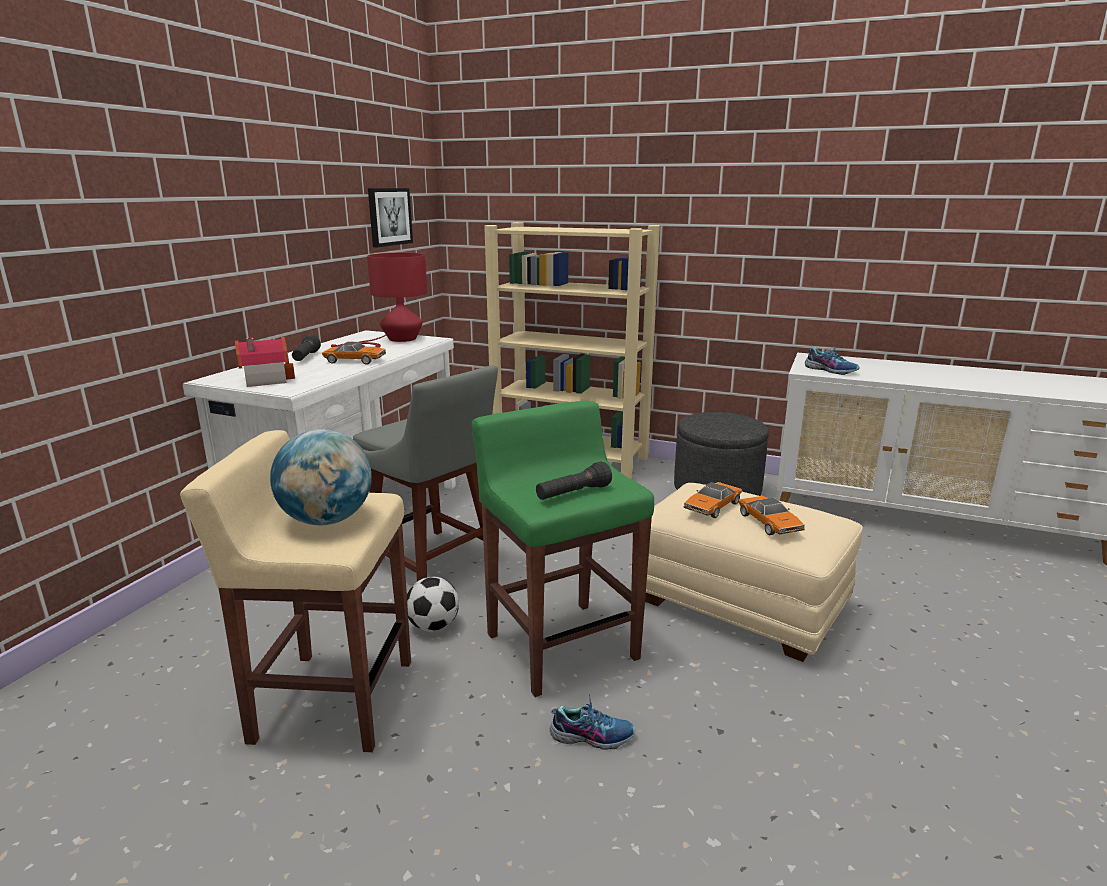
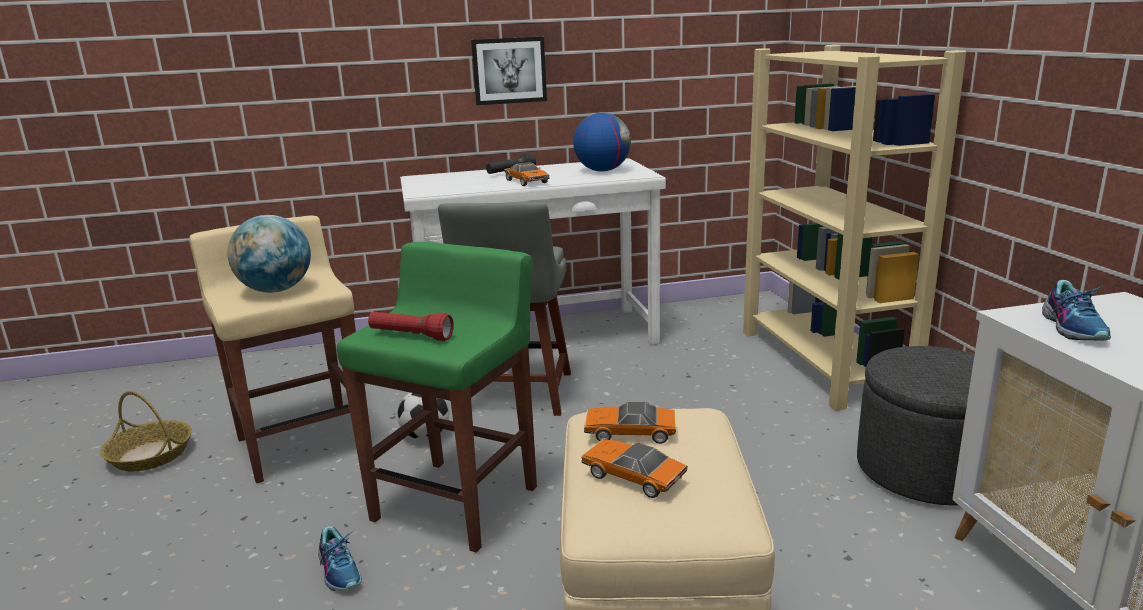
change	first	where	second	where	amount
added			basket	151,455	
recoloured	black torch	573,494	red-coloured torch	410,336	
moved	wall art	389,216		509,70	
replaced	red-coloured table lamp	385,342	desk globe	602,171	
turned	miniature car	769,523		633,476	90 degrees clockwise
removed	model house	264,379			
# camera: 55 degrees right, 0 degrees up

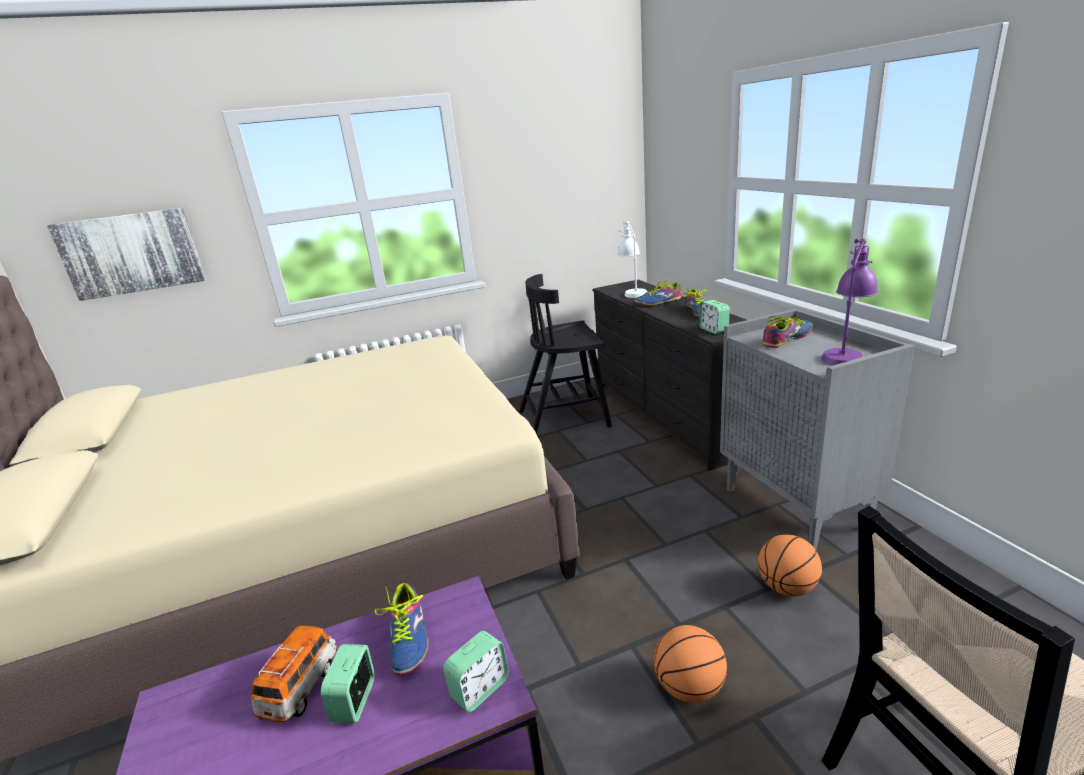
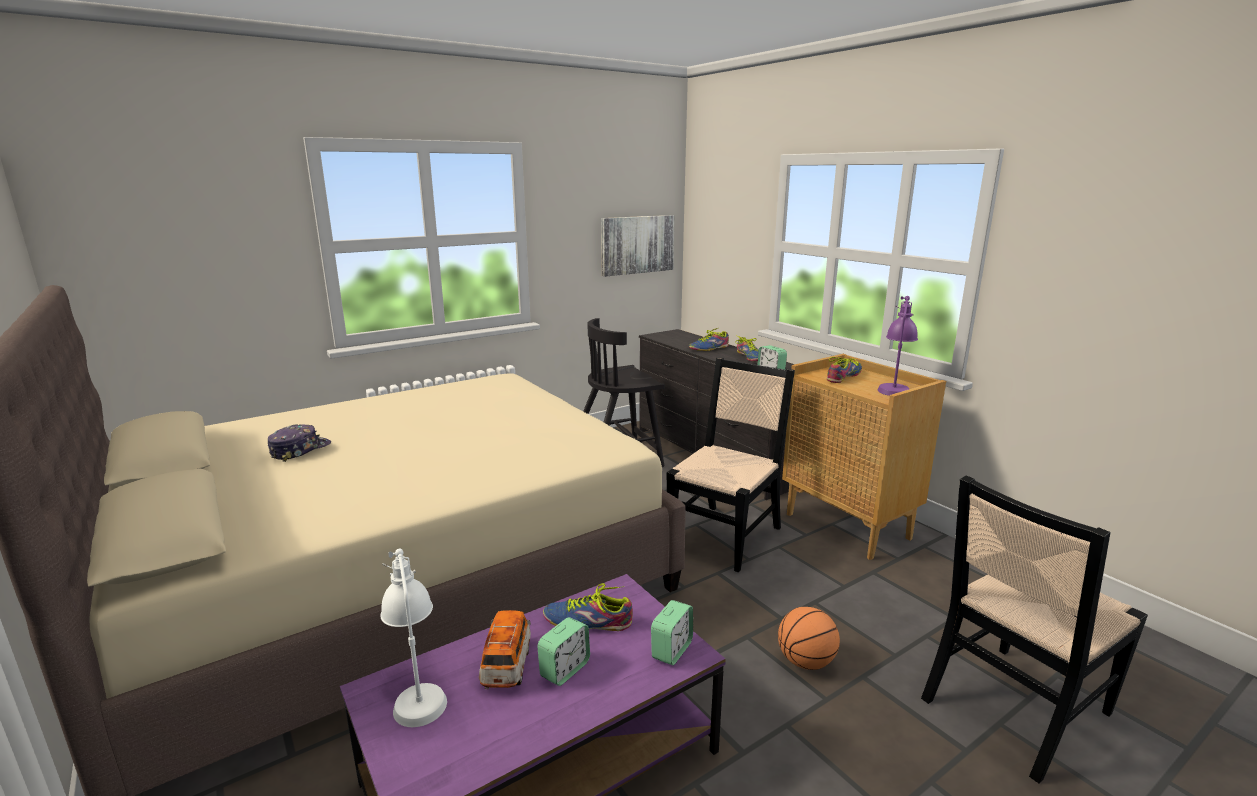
change	first	where	second	where	amount
added			cap	300,450	
moved	whitish table lamp	632,292		416,691	
turned	alarm clock	355,701		565,669	135 degrees counterclockwise
turned	item of footwear	409,638		588,622	120 degrees clockwise
moved	wall art	132,253		637,244	
added			plain chair	725,537	
recoloured	greyish storage cabinet	795,508	brown storage cabinet	848,526	
removed	ball for basketball	787,587			
# camera: 15 degrees left, 5 degrees down

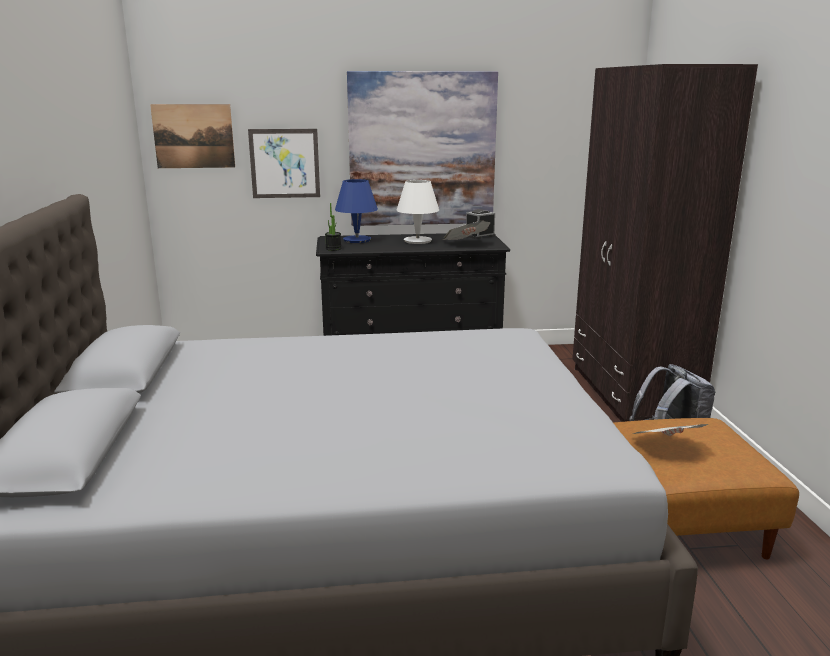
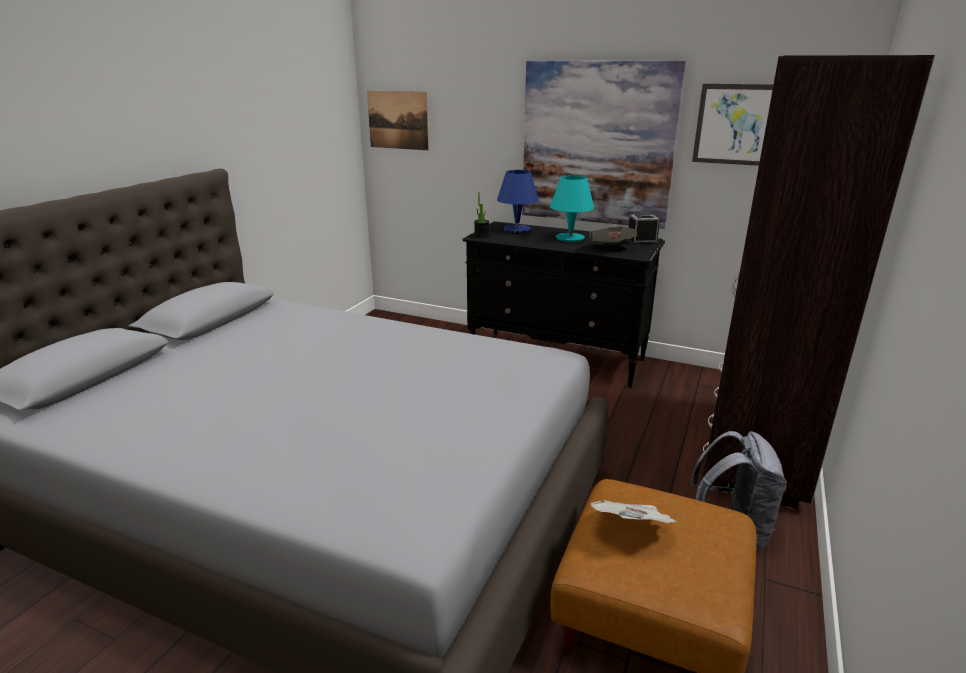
change	first	where	second	where	amount
recoloured	whitish table lamp	417,241	blue-green table lamp	569,238	
moved	wall art	284,163		736,124	
# camera: 30 degrees right, 5 degrees up

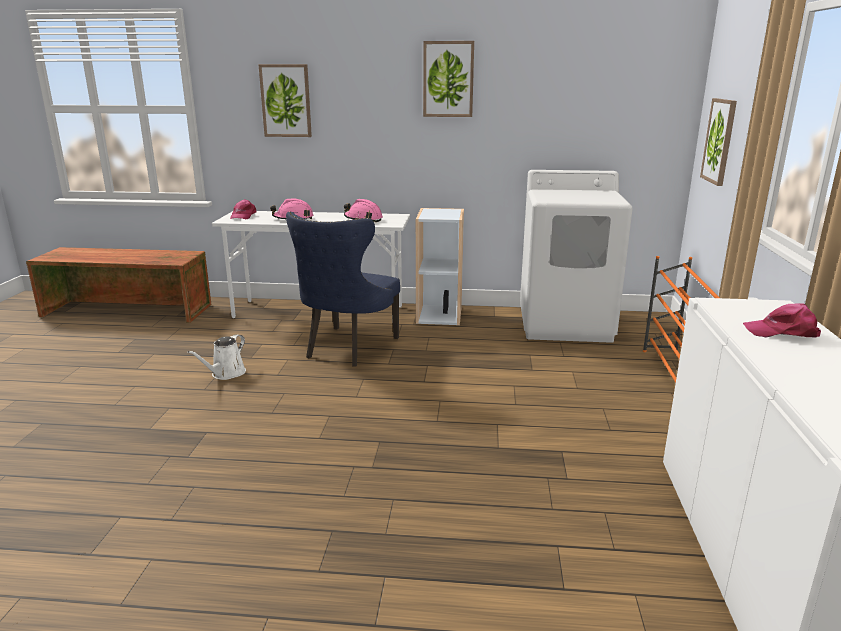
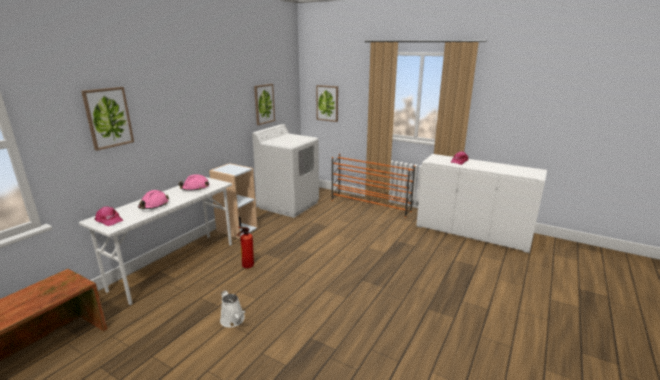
change	first	where	second	where	amount
replaced	bluish plain chair	347,348	extinguisher	246,267	
moved	wall art	448,79		264,104	
# camera: 65 degrees left, 0 degrees up

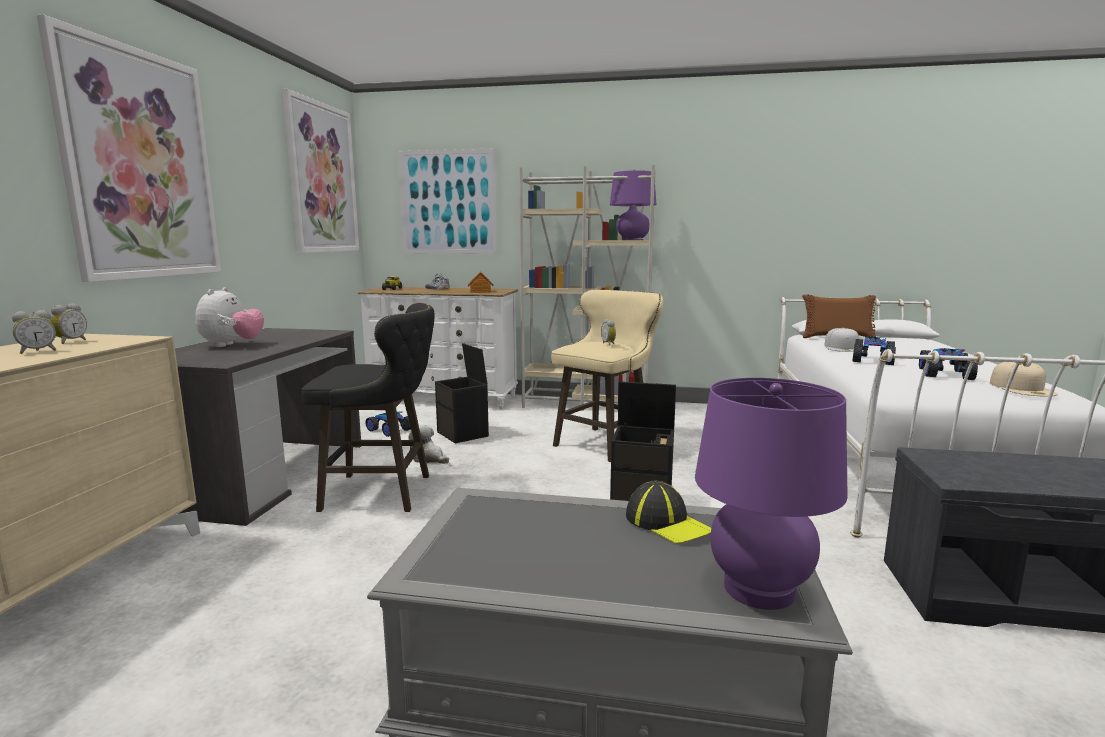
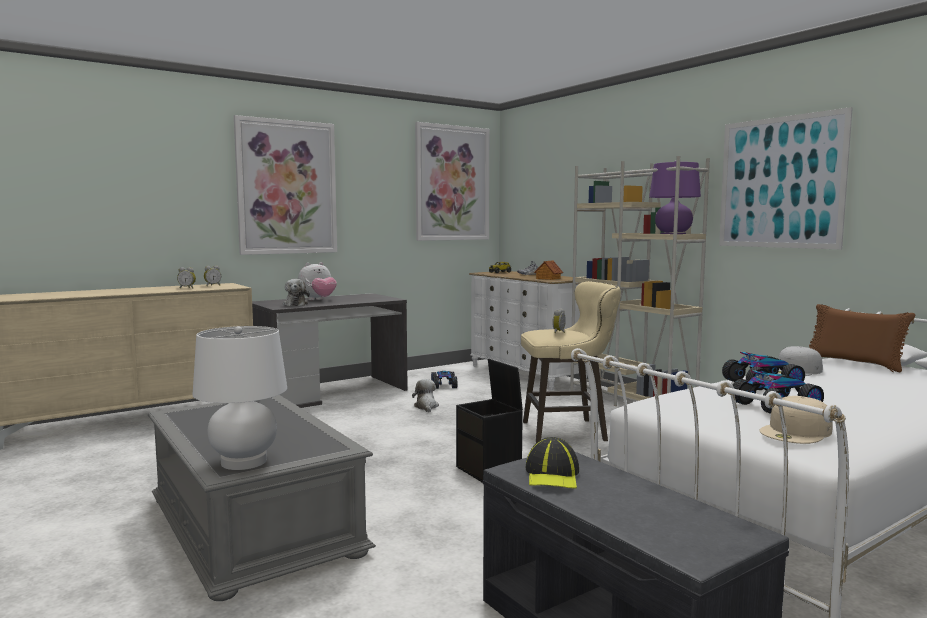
change	first	where	second	where	amount
recoloured	purple-coloured table lamp	759,589	whitish table lamp	244,462	
added			plush toy	295,304	
moved	cap	667,523		552,475	
moved	wall art	448,202		780,182	
removed	black stool	383,492			
removed	black storage bin	463,434			
# camera: 45 degrees right, 5 degrees down

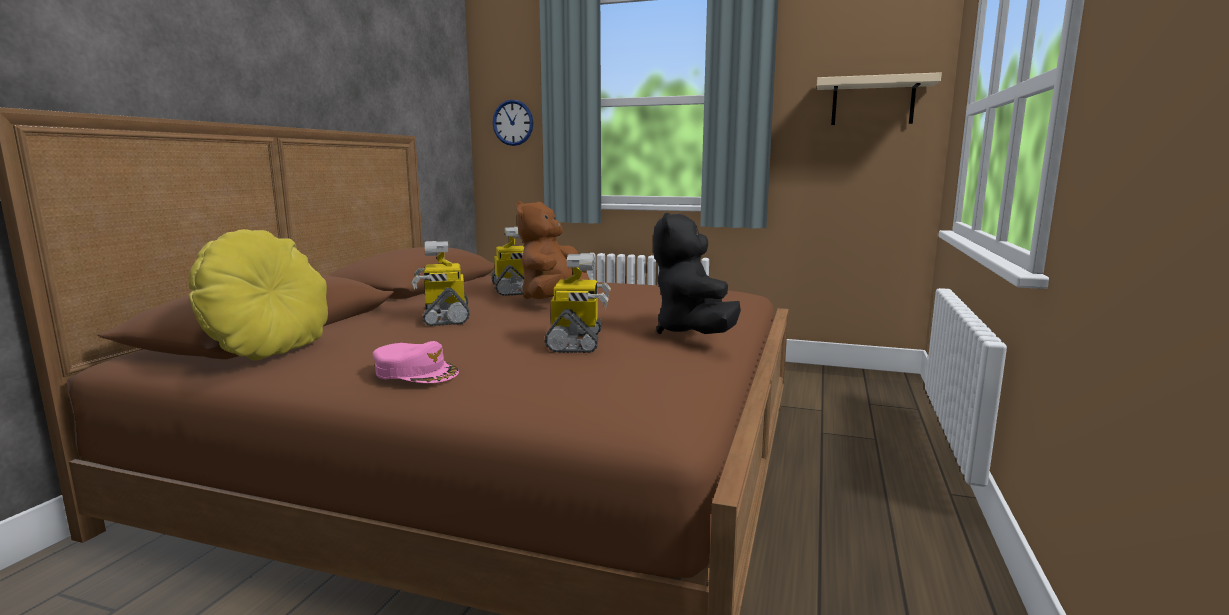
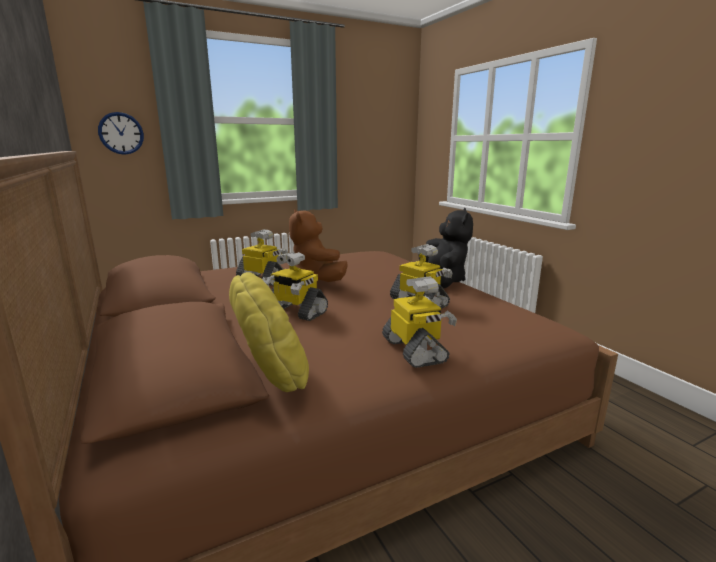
change	first	where	second	where	amount
replaced	pink-coloured cap	416,372	toy robot	415,350	
turned	black plush toy	694,333		442,281	135 degrees counterclockwise
removed	sand-coloured bracket shelf	872,102			
# camera: 45 degrees left, 5 degrees up

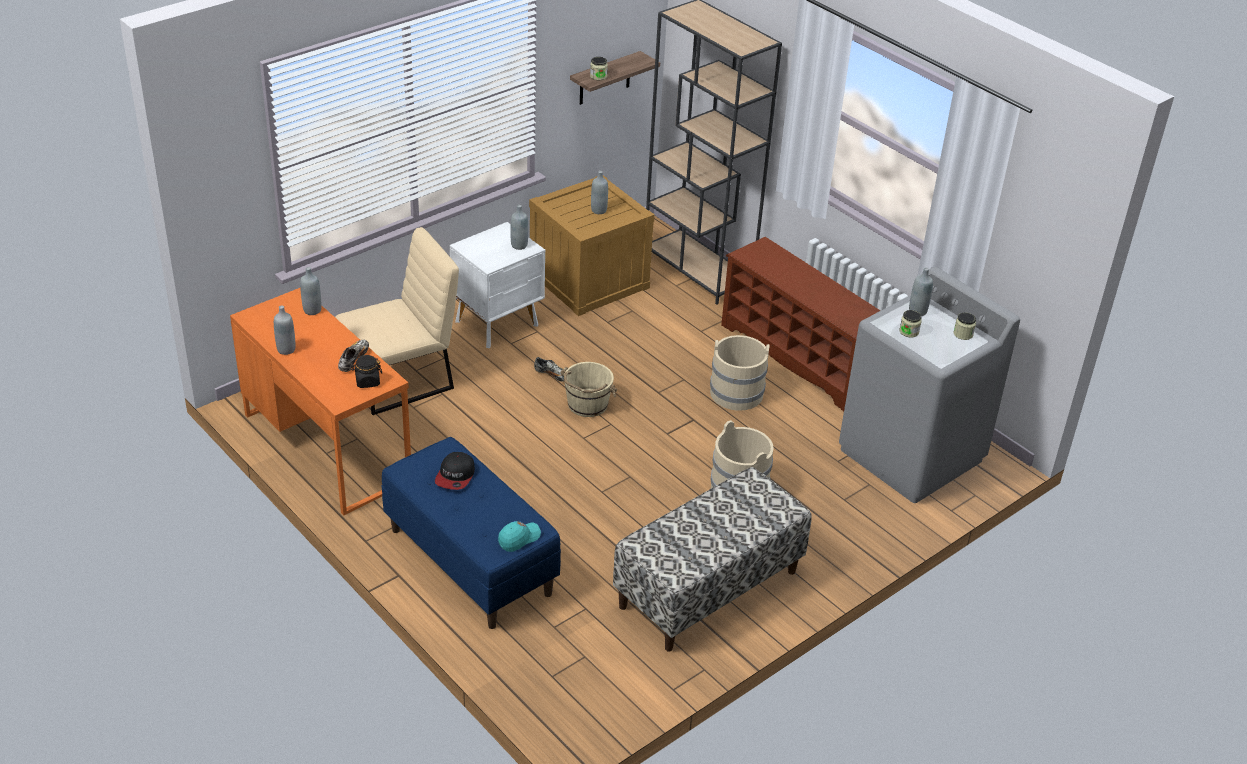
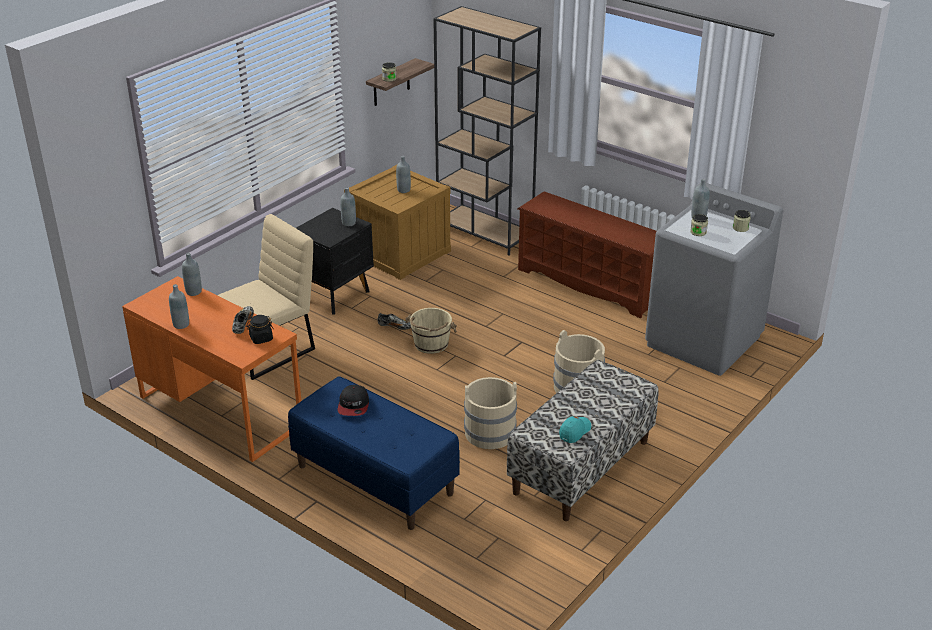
change	first	where	second	where	amount
recoloured	whitish nightstand	498,323	black nightstand	336,295	
moved	sand-coloured water bucket	737,393		490,432	
moved	blue-green cap	519,539		574,432	
# camera: 10 degrees left, 5 degrees down

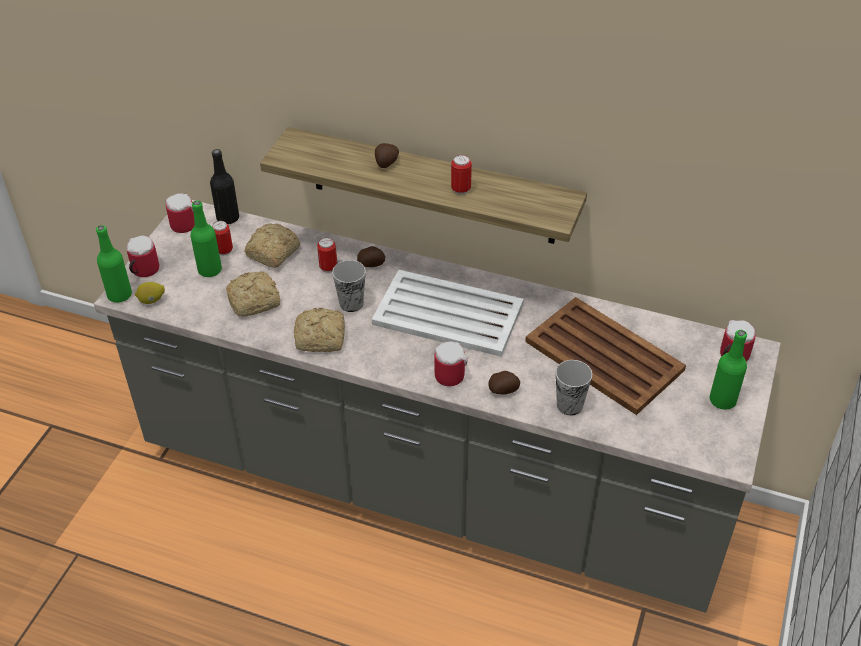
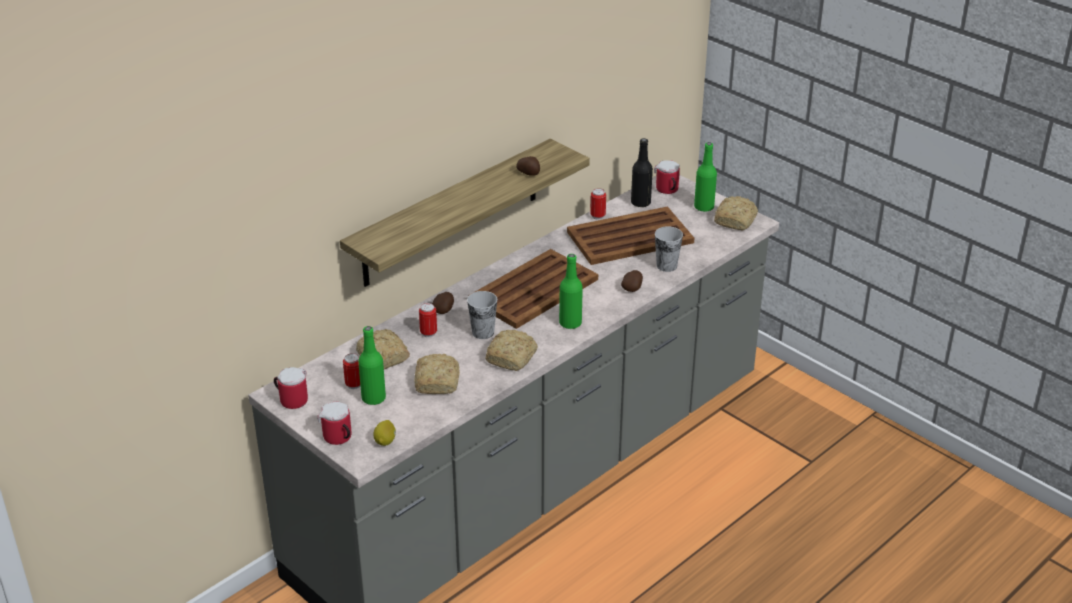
change	first	where	second	where	amount
recoloured	whitish carrying tray	449,315	brown carrying tray	535,289	
moved	whole potato	386,163		529,173	
moved	greenish drink bottle	119,295		570,323	
moved	metal can	461,189		597,216	
moved	black drink bottle	228,218		640,203	
added			baked bread	736,220	
removed	tea mug	451,373			
# camera: 65 degrees left, 10 degrees down

